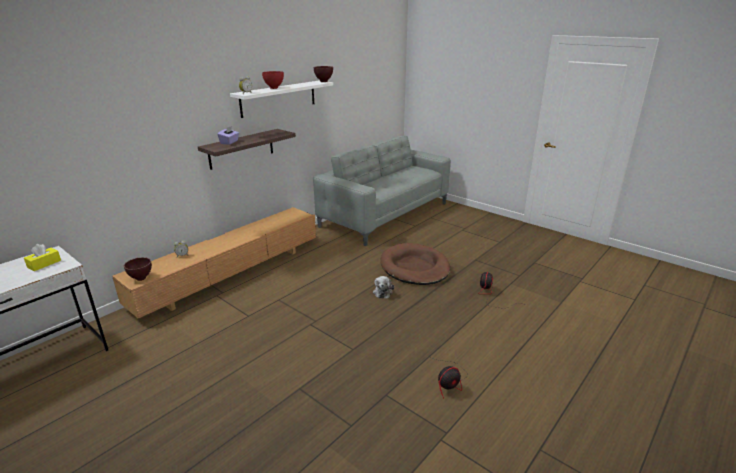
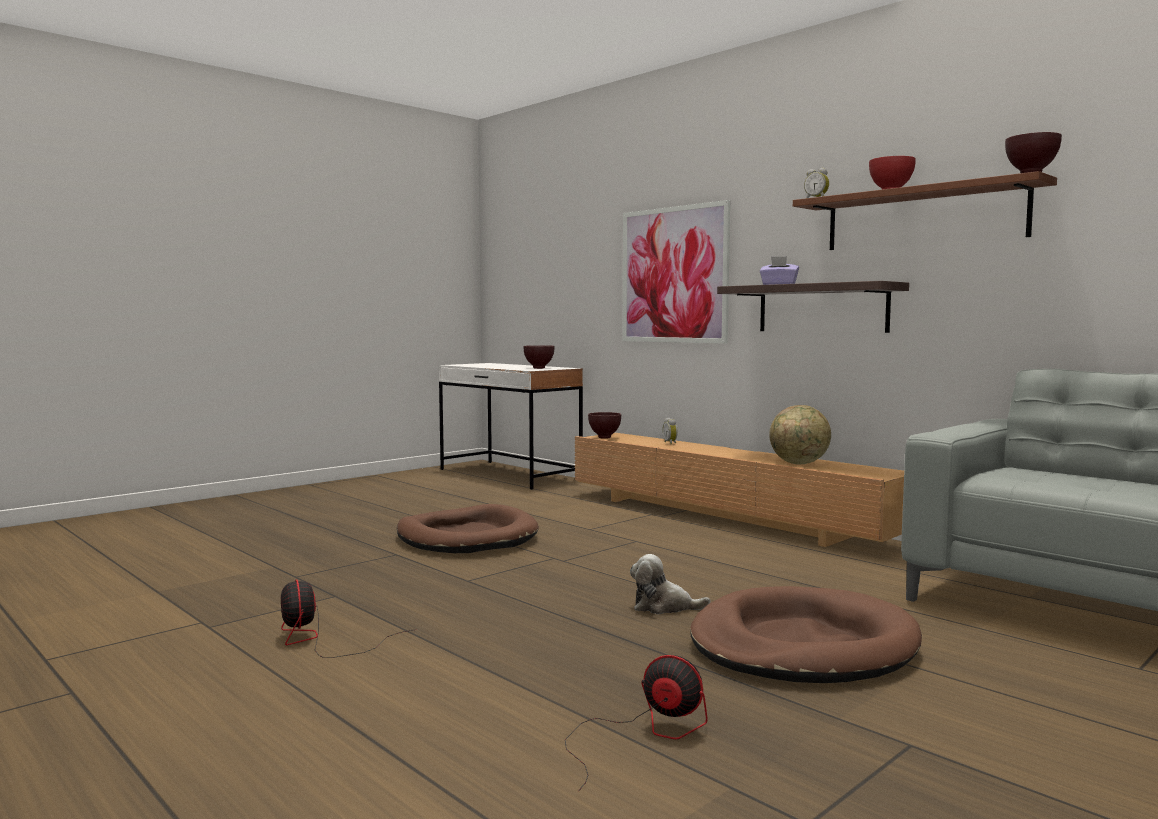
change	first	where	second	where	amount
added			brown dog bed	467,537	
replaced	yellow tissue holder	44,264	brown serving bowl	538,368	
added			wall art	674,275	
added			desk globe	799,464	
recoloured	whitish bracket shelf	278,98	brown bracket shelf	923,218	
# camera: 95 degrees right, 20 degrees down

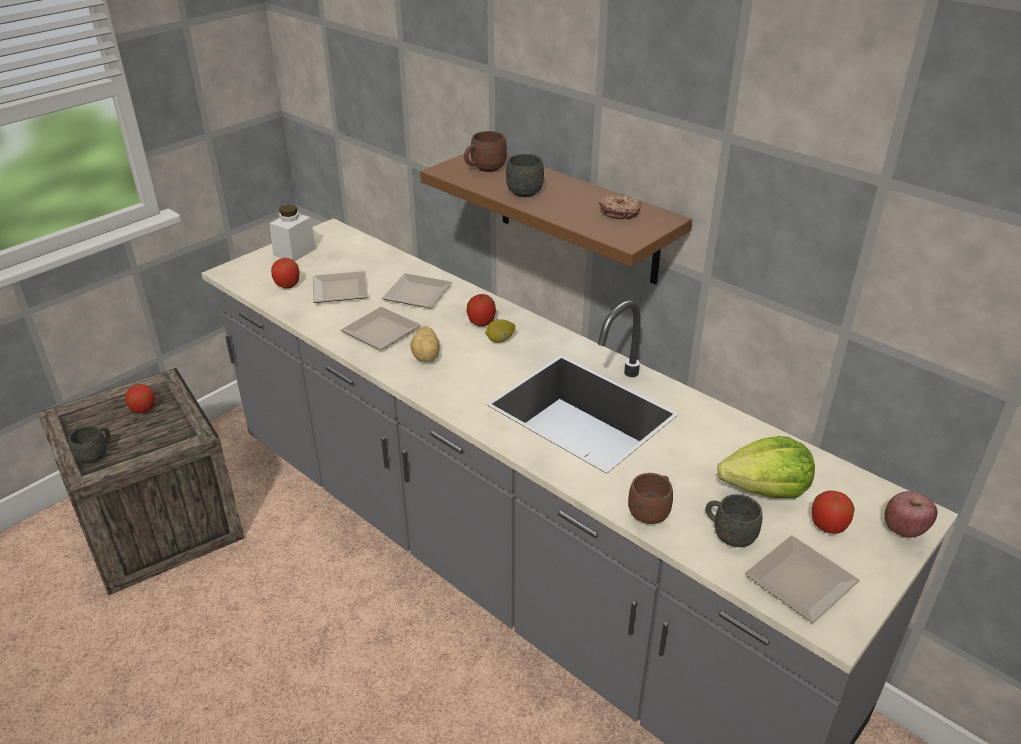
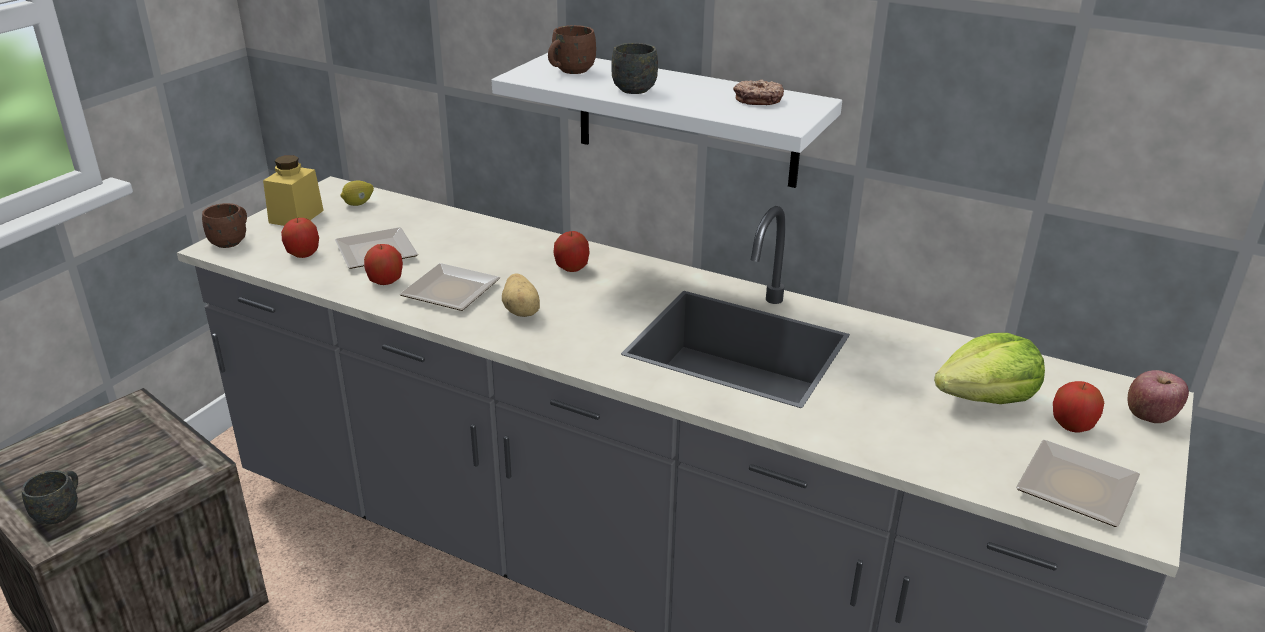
change	first	where	second	where	amount
moved	brown tea mug	651,511		232,240	
recoloured	whitish storage jar	295,252	yellow storage jar	296,216	
moved	whole lemon	500,340		358,204	
moved	apple fruit	143,409		385,281	
recoloured	brown bracket shelf	577,215	whitish bracket shelf	686,119	
removed	dinner plate	420,294			
removed	greyish tea mug	728,534			
# camera: 15 degrees left, 5 degrees down

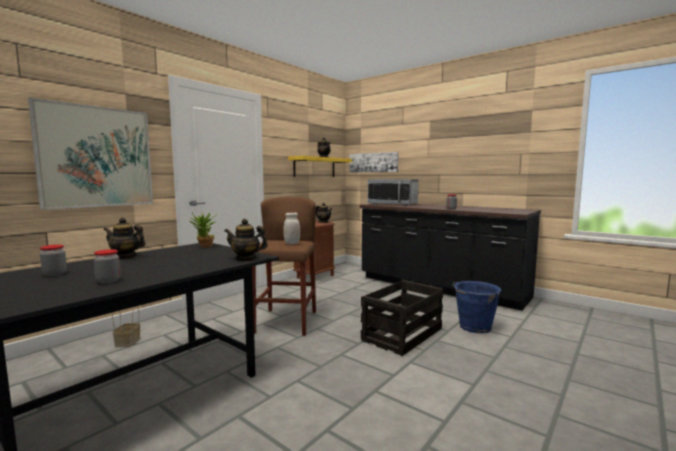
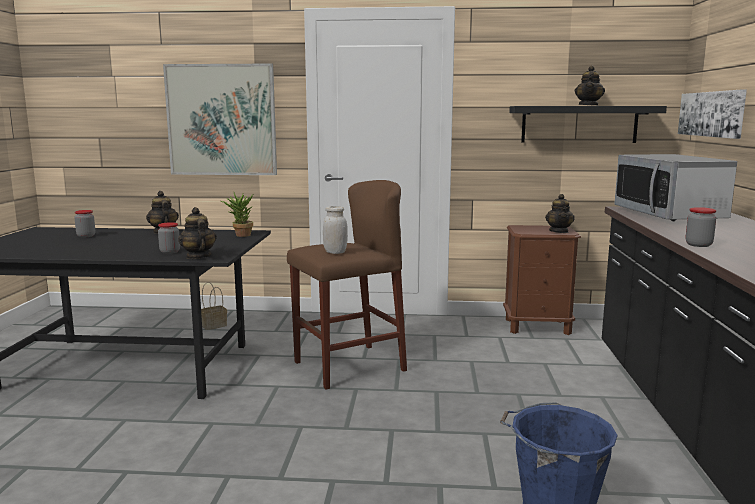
change	first	where	second	where	amount
moved	storage jar	108,281		170,252	
recoloured	yellow bracket shelf	314,167	black bracket shelf	579,124	
removed	crate	402,334			
# camera: 55 degrees right, 5 degrees up

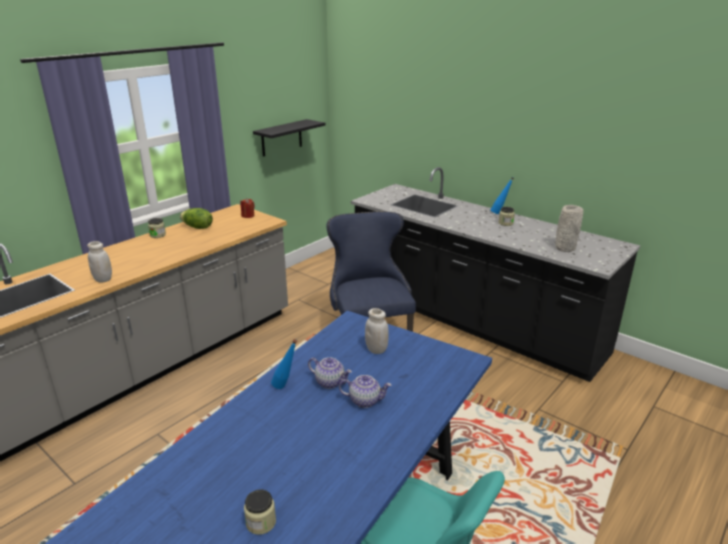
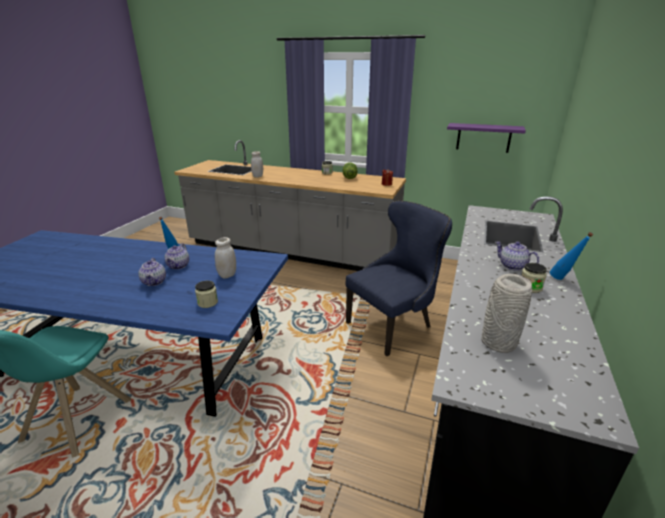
change	first	where	second	where	amount
moved	storage jar	261,522		207,302	
recoloured	black bracket shelf	281,138	purple-coloured bracket shelf	483,137	
added			tea pot	512,266	
# camera: 70 degrees right, 0 degrees up

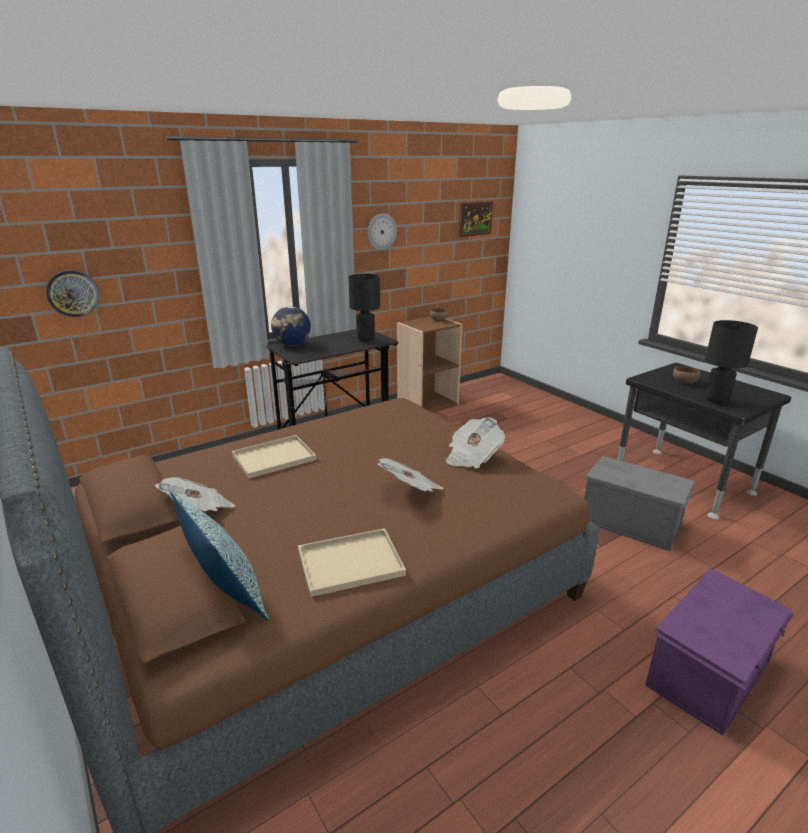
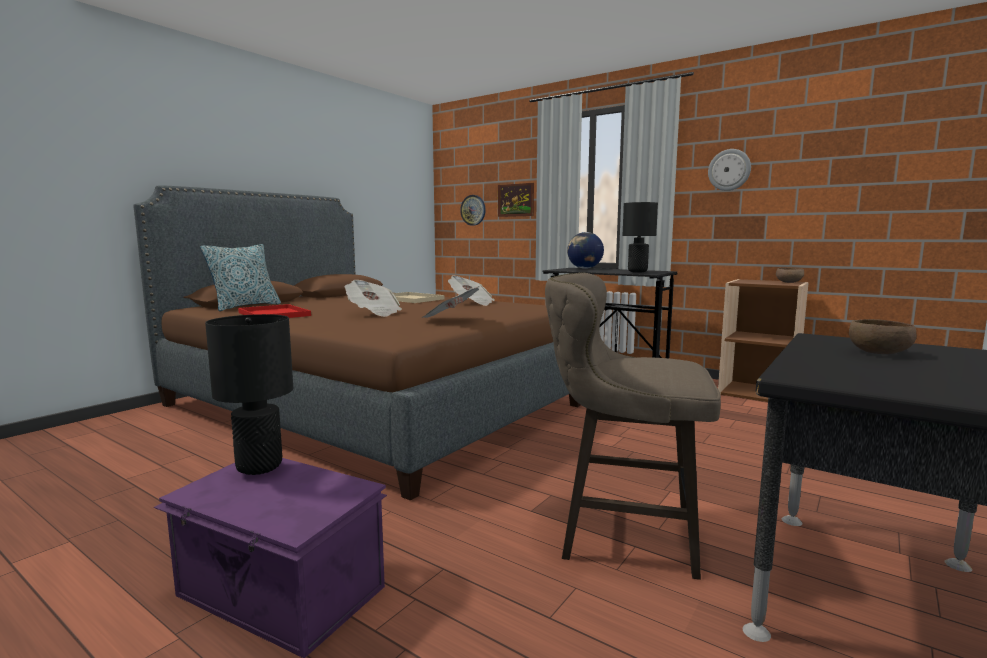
change	first	where	second	where	amount
moved	black table lamp	716,401		259,469	
recoloured	sand-coloured carrying tray	348,564	red-coloured carrying tray	272,314	
moved	printed paper	199,510		471,303	
moved	wall art	475,218		515,200	
replaced	greyish storage bin	630,522	sand-coloured stool	620,532	
# camera: 70 degrees right, 15 degrees down

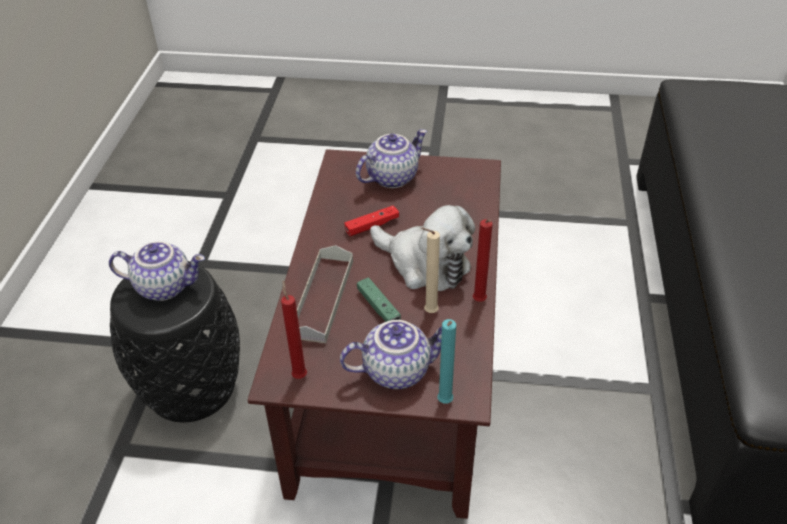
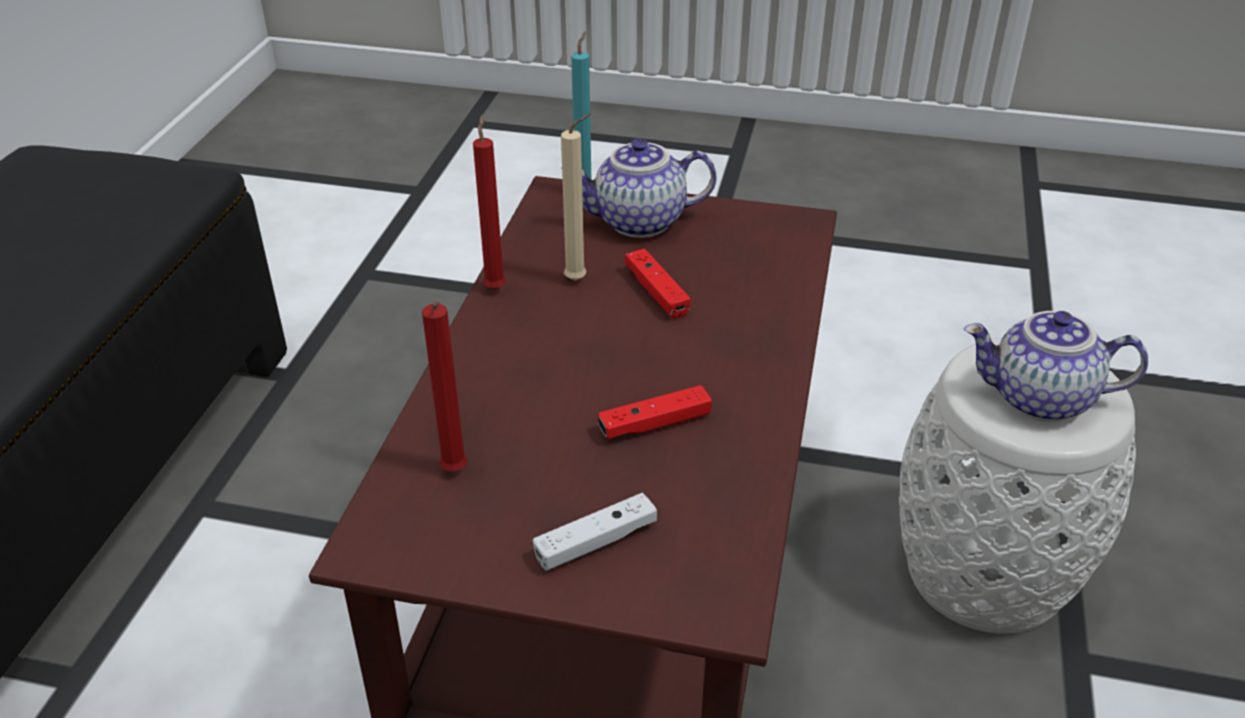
change	first	where	second	where	amount
moved	red-coloured wax light	299,374		454,473	
replaced	tea pot	392,177	whitish gamepad	596,542	
recoloured	greenish gamepad	378,306	red-coloured gamepad	656,292	
recoloured	black stool	191,387	whitish stool	985,574	
removed	greyish carrying tray	322,298			
removed	plush toy	425,264			
# camera: 175 degrees left, 5 degrees down

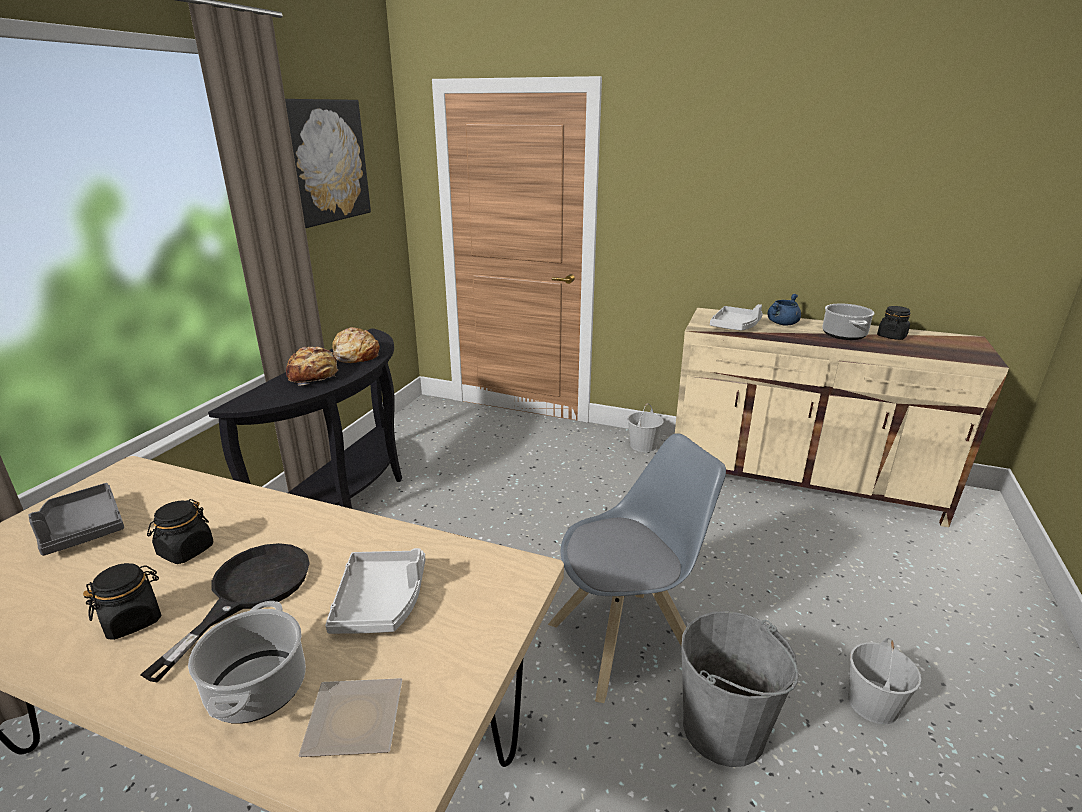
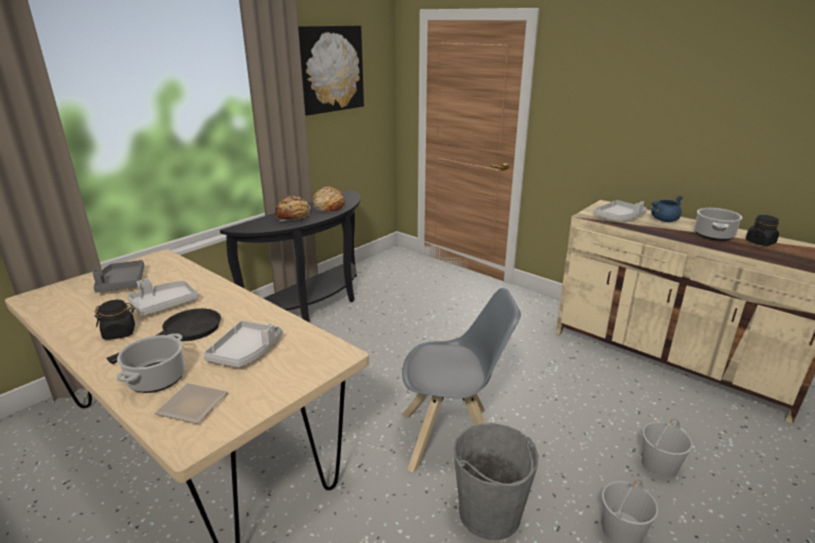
change	first	where	second	where	amount
replaced	black storage jar	185,551	greyish carrying tray	164,304	
moved	whitish water bucket	643,445		659,466	
# camera: 20 degrees right, 0 degrees up

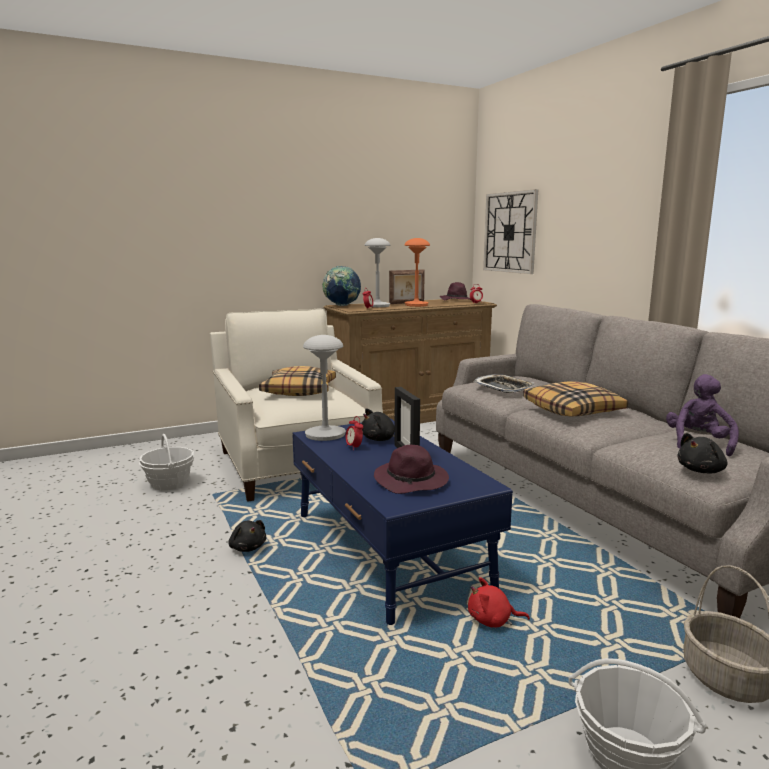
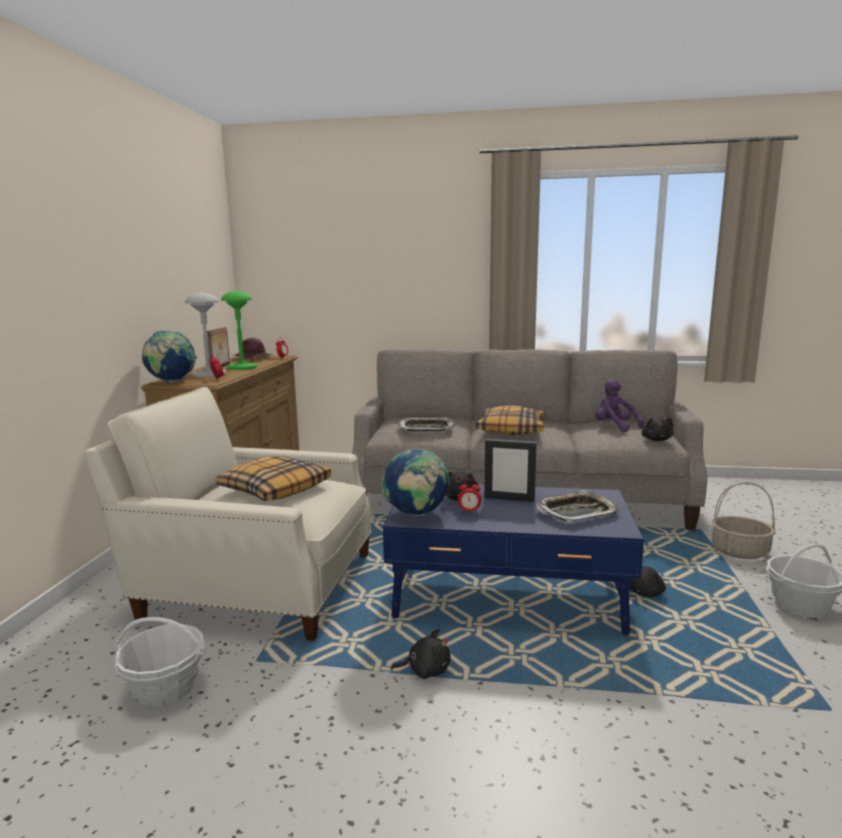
change	first	where	second	where	amount
recoloured	orangey table lamp	416,305	greenish table lamp	242,368	
replaced	greyish table lamp	325,435	desk globe	416,514	
replaced	purple-coloured clothing hat	412,481	carrying tray	576,512	
recoloured	red-coloured plush toy	492,621	black plush toy	646,593	
removed	clock on the wall	510,232			
# camera: 55 degrees left, 0 degrees up

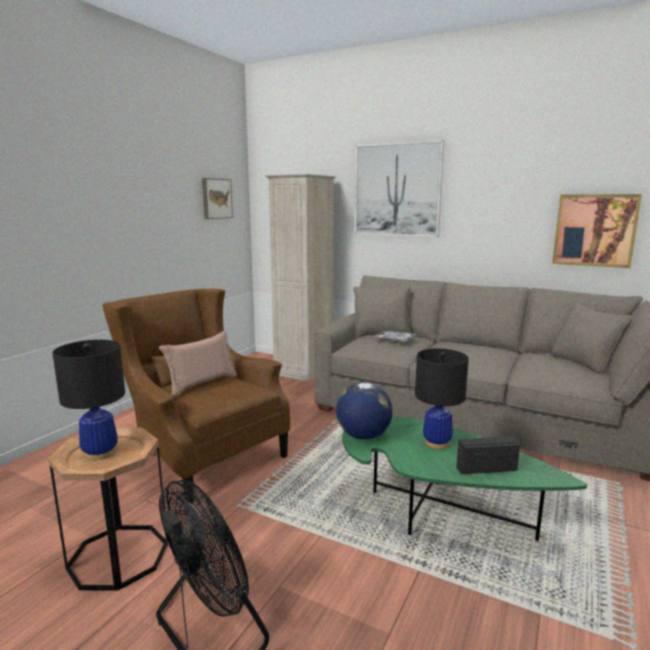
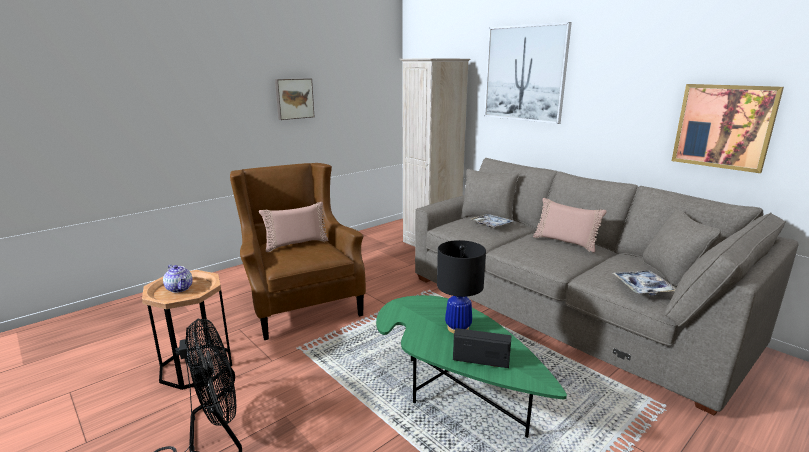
change	first	where	second	where	amount
replaced	black table lamp	100,453	tea pot	180,288	
moved	wall art	216,198		294,98	
added			sand-coloured cushion	565,243	
added			carrying tray	643,287	
removed	desk globe	363,436			
# camera: 20 degrees right, 5 degrees up

